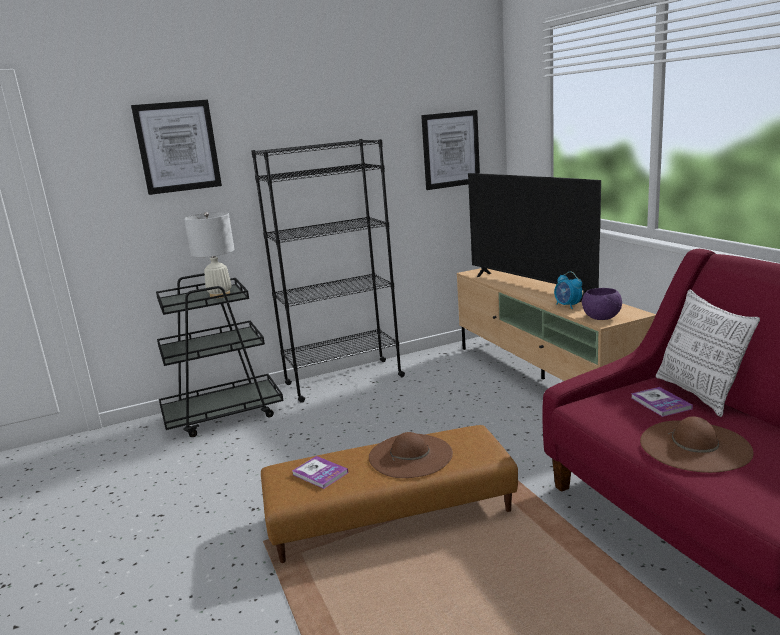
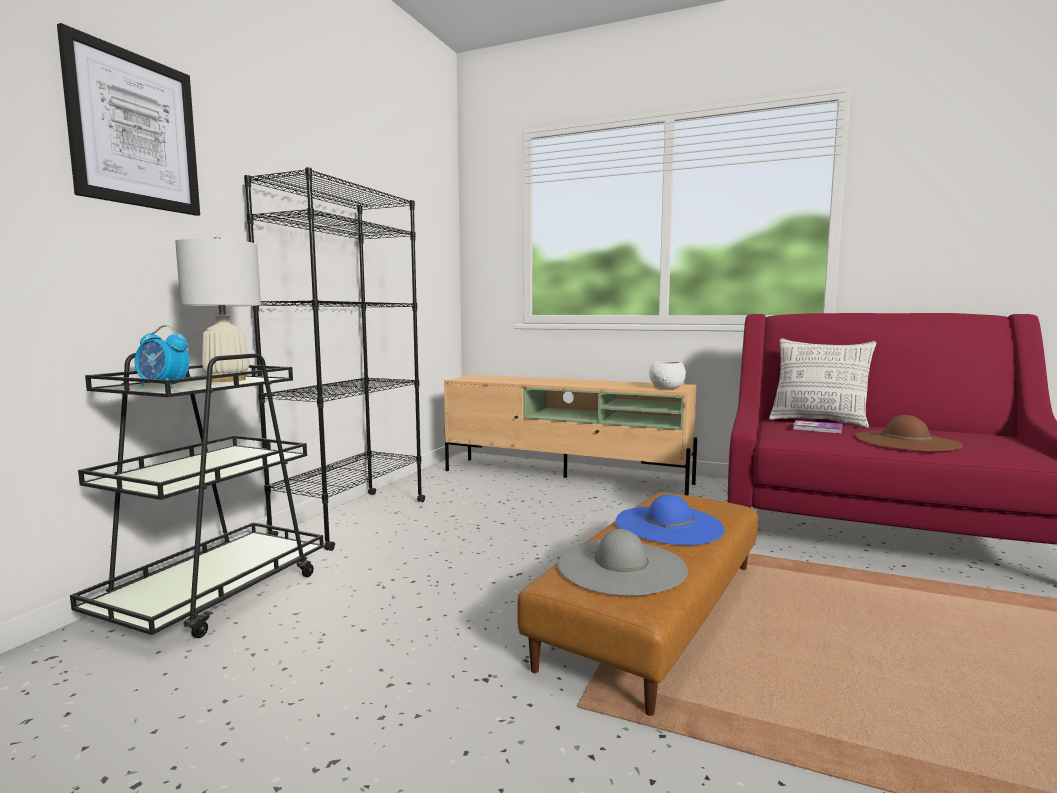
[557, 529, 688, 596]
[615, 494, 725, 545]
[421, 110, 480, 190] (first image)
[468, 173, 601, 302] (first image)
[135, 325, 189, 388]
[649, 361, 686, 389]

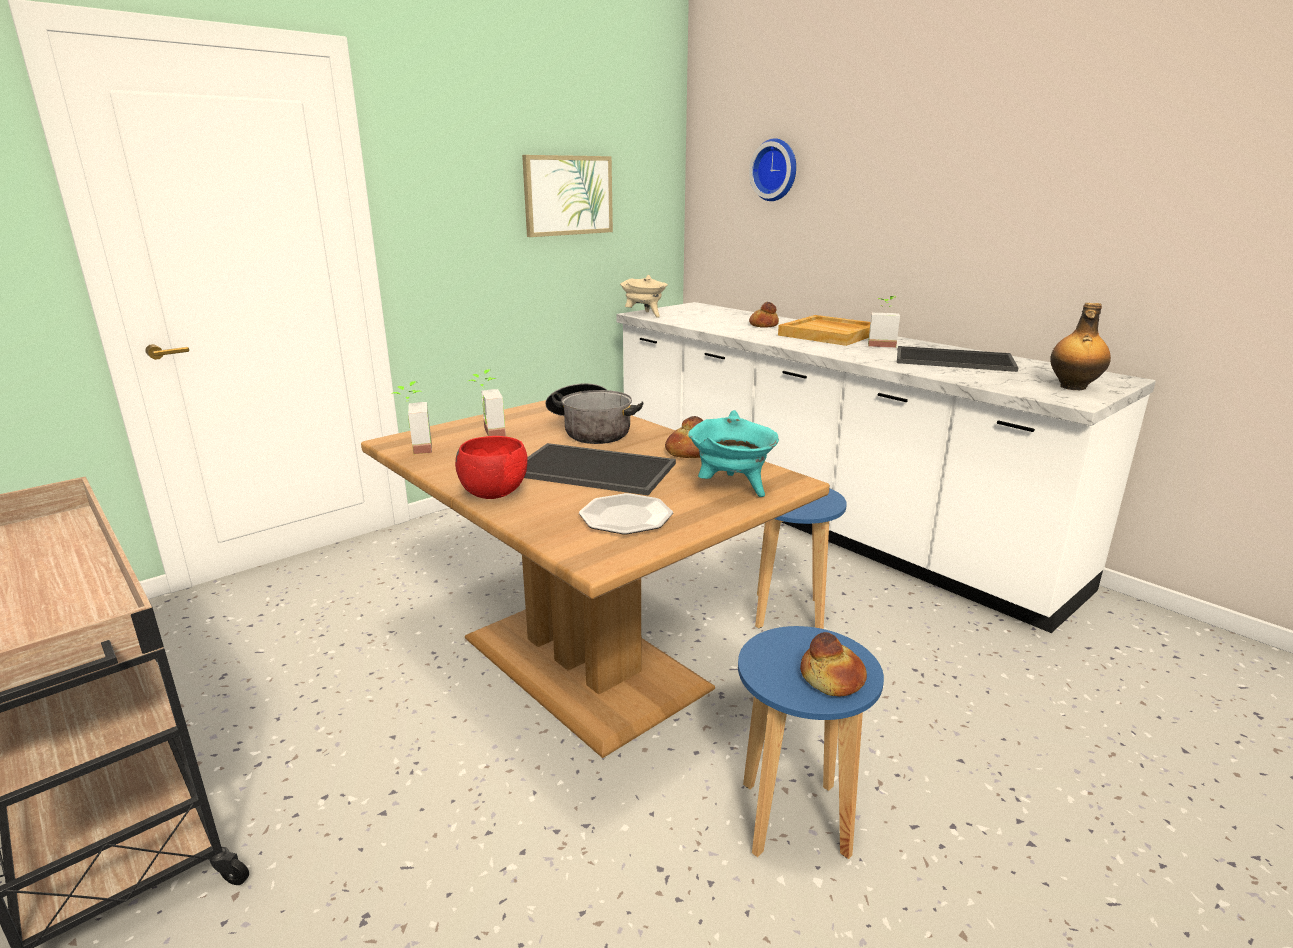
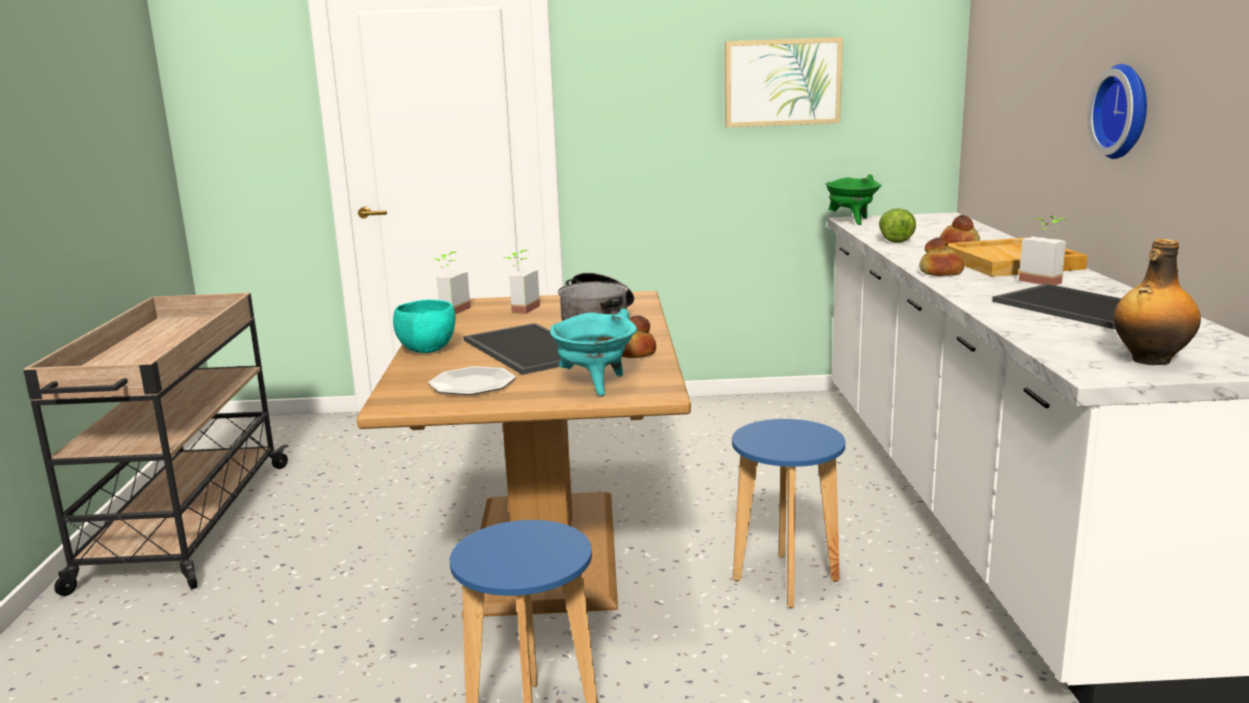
[393, 300, 456, 353]
[826, 174, 882, 225]
[1088, 64, 1147, 159]
[919, 238, 964, 276]
[879, 208, 916, 243]

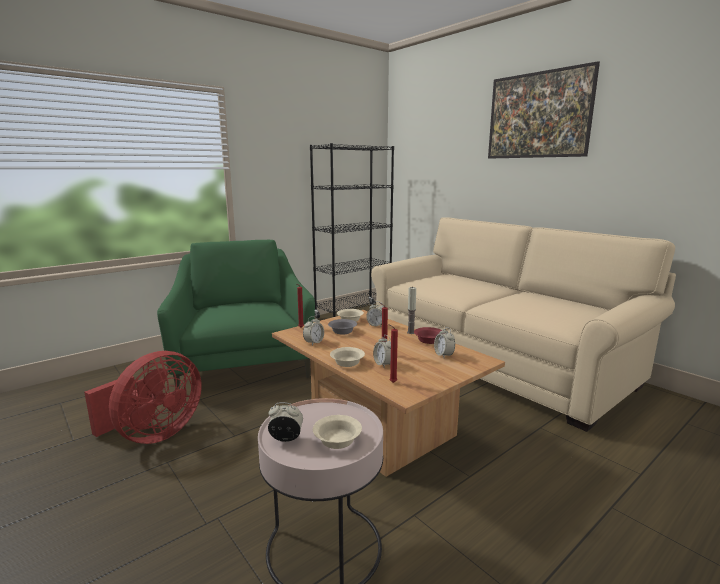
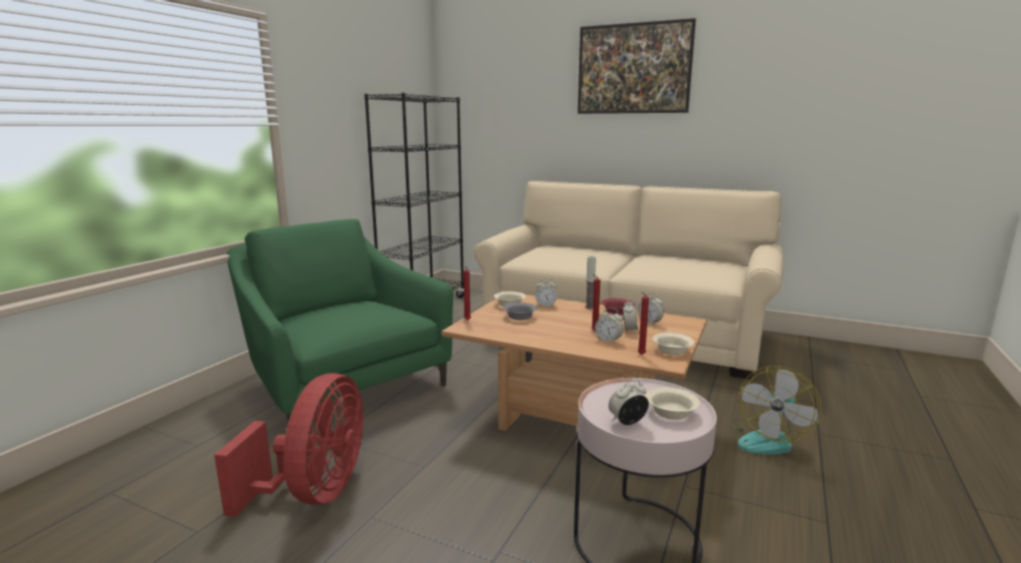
[623, 301, 638, 333]
[653, 333, 694, 355]
[729, 366, 822, 455]

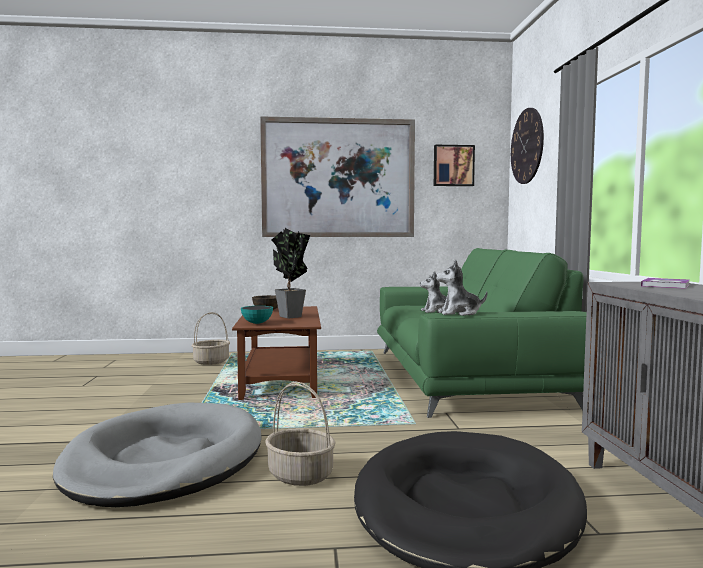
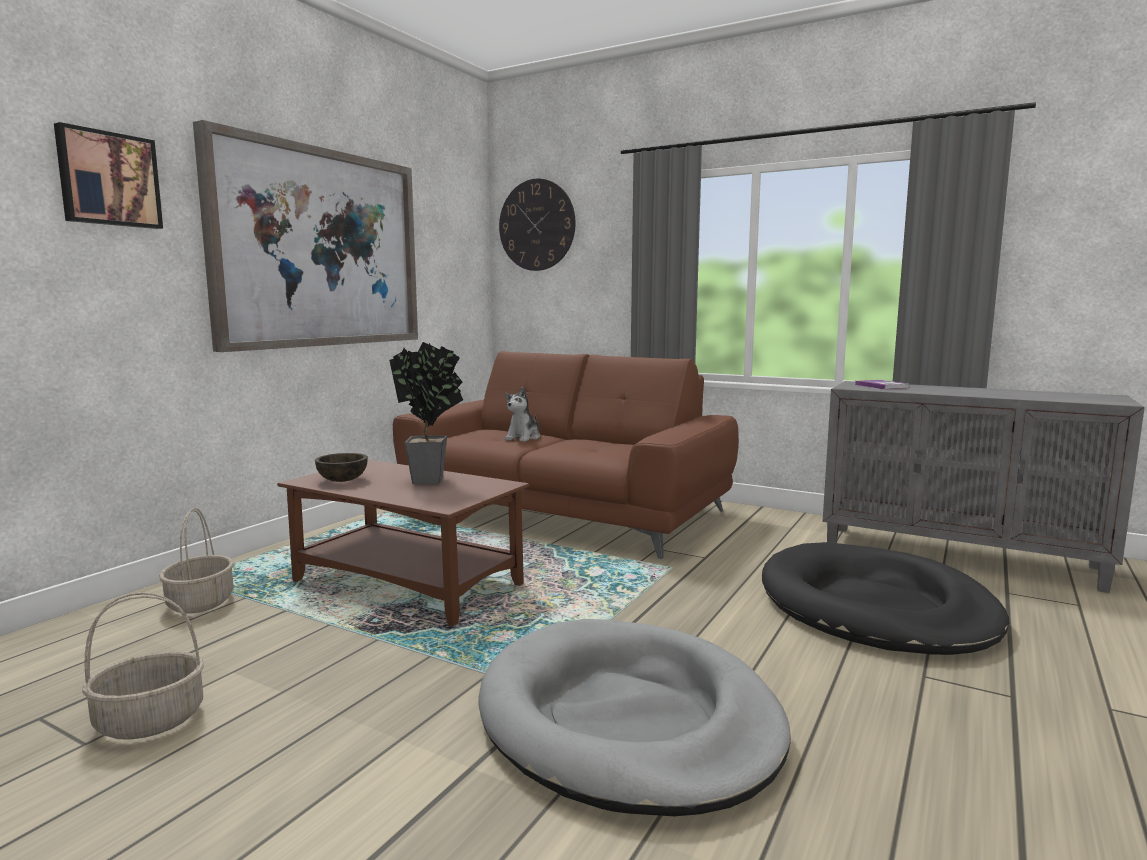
[241, 306, 273, 324] (first image)
[82, 592, 204, 740]
[393, 351, 739, 559]
[54, 122, 163, 229]
[436, 260, 487, 316] (first image)

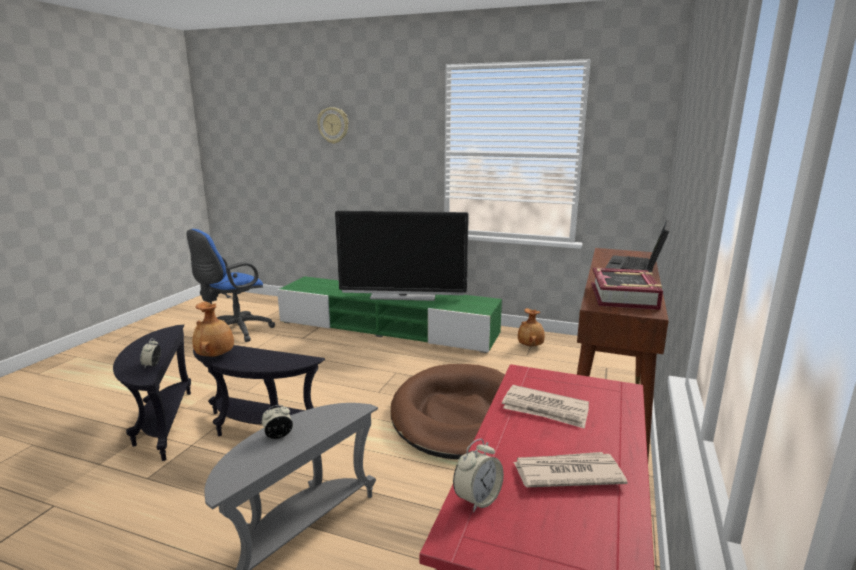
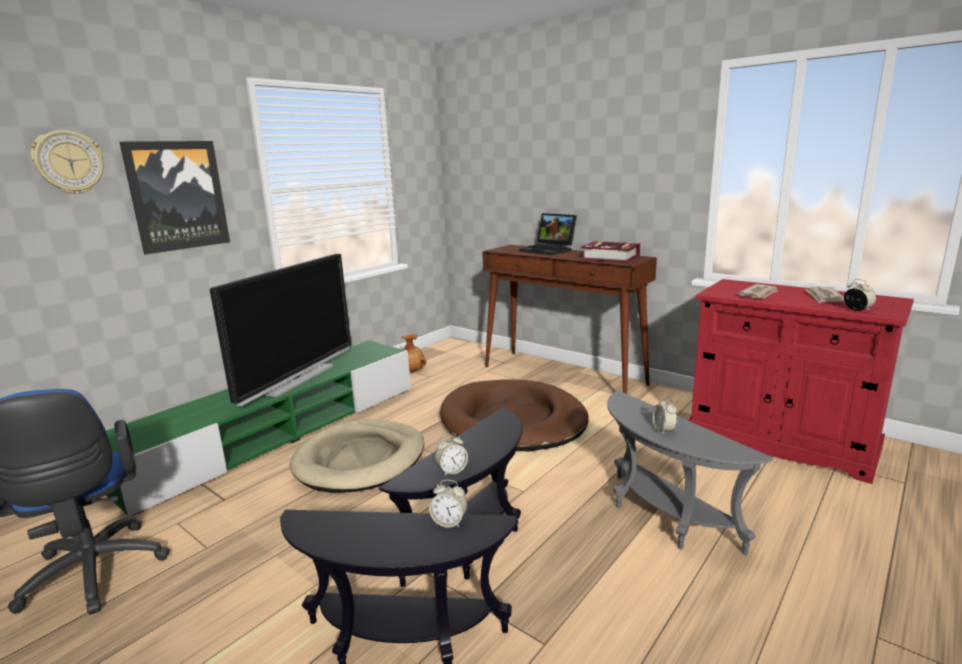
[435, 433, 468, 476]
[120, 141, 230, 255]
[290, 419, 424, 493]

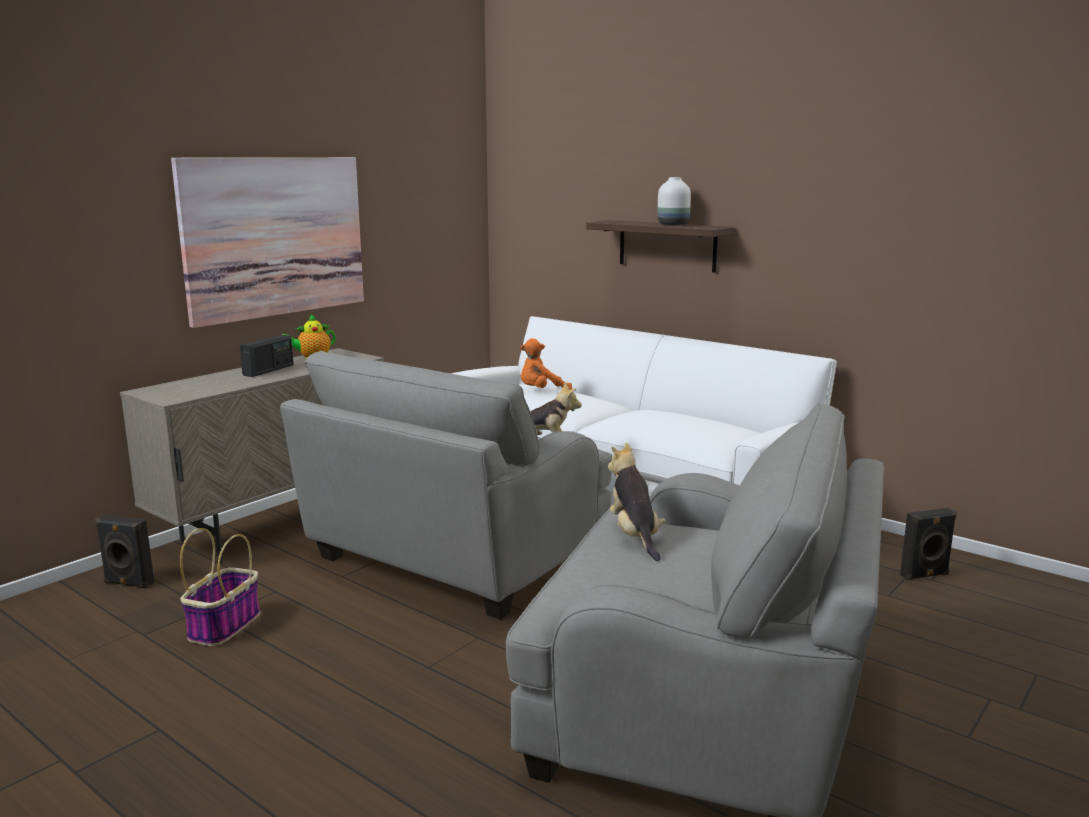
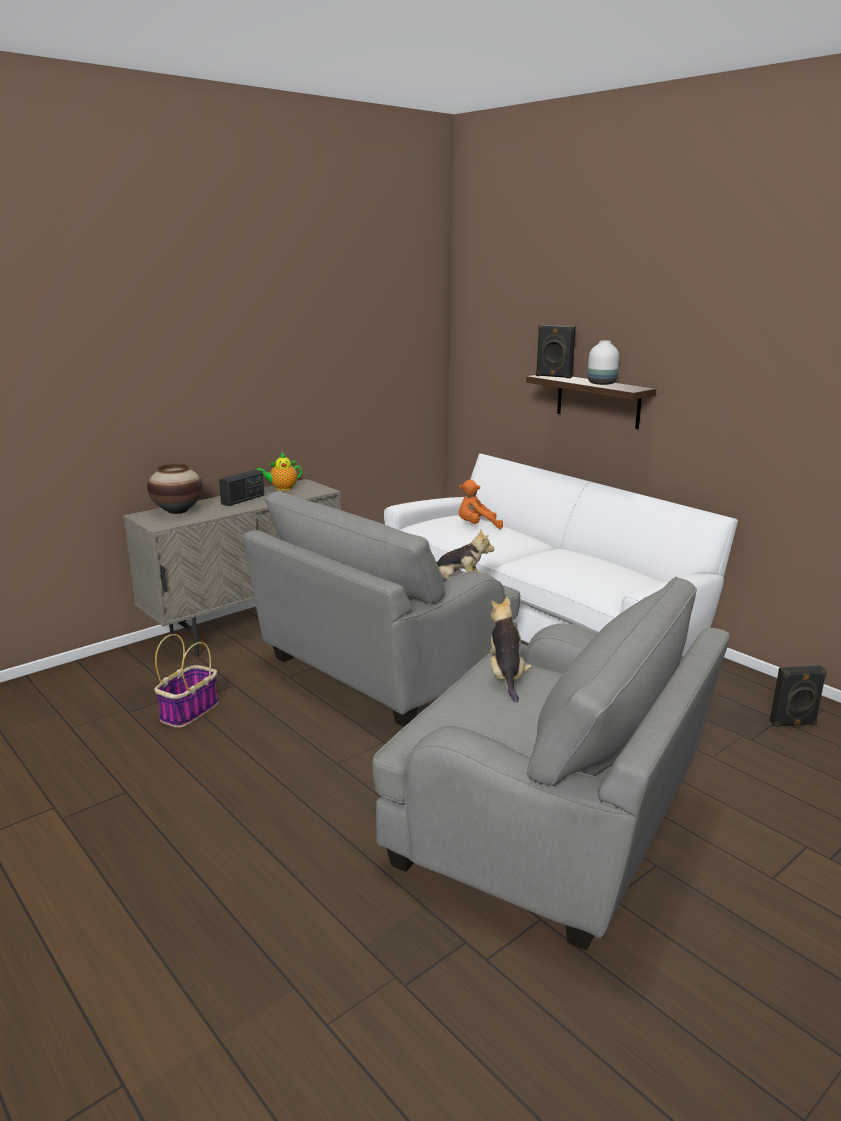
[536, 325, 576, 378]
[171, 157, 364, 328] (first image)
[147, 464, 203, 514]

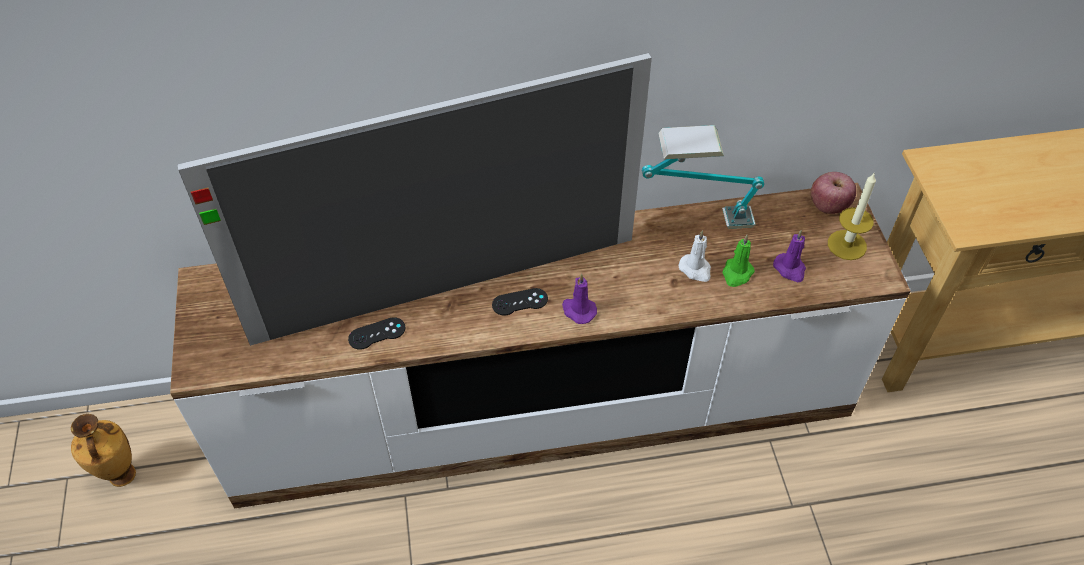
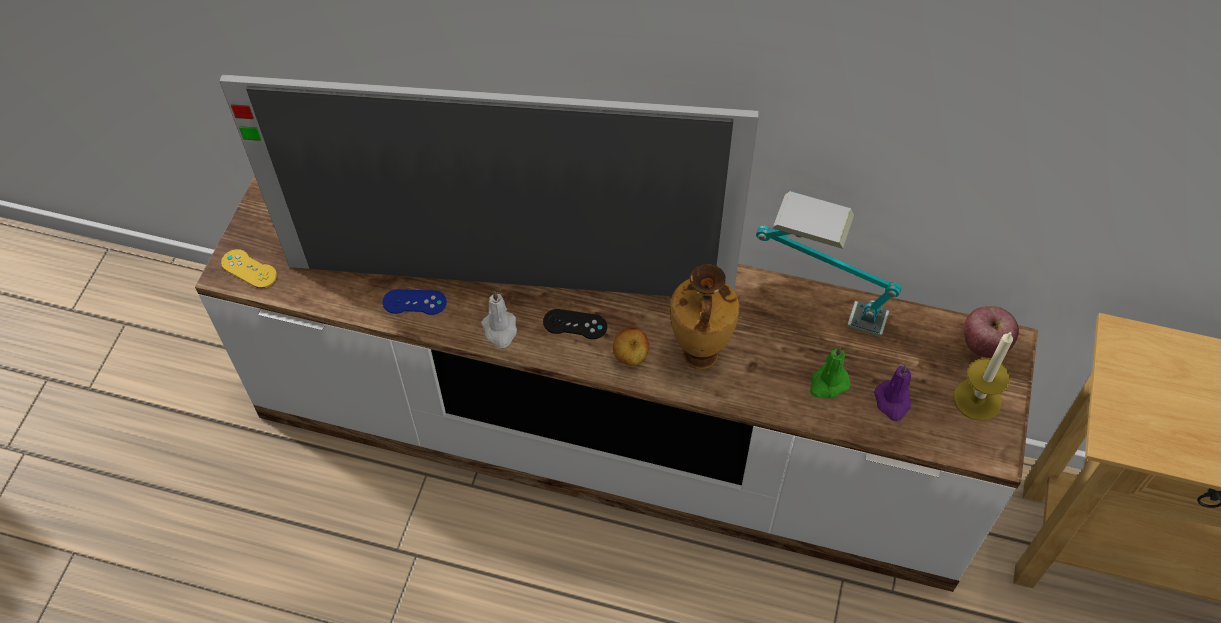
[670, 264, 739, 369]
[383, 289, 447, 315]
[613, 328, 650, 366]
[481, 291, 517, 348]
[221, 249, 277, 288]

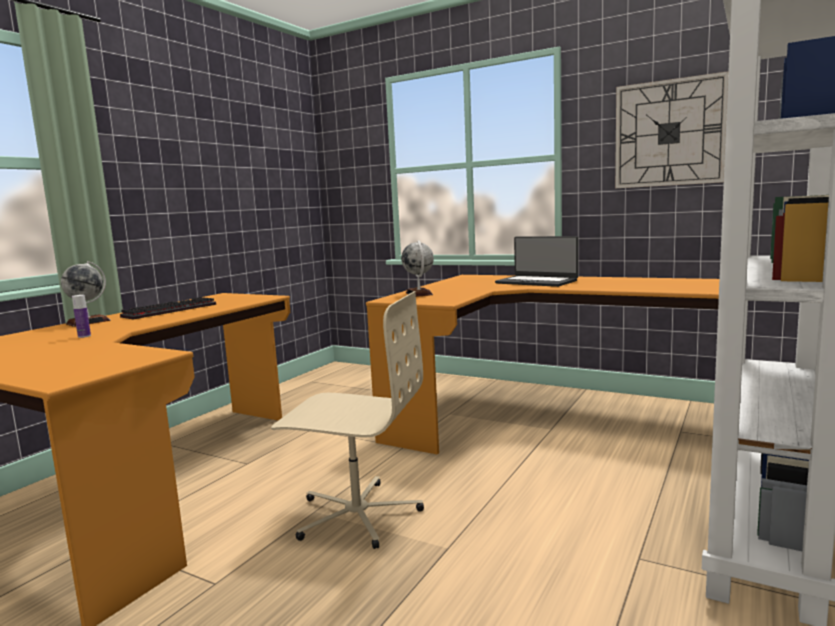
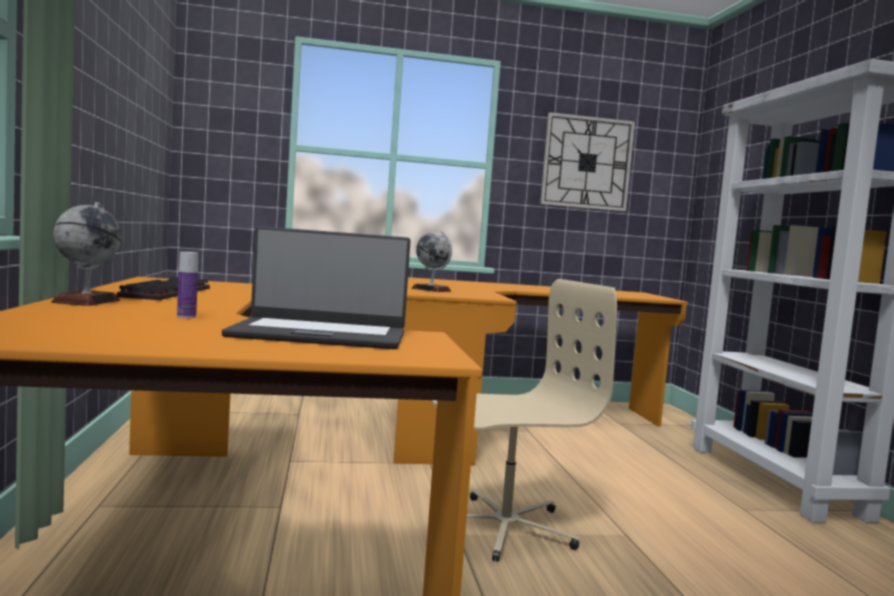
[222, 226, 411, 349]

